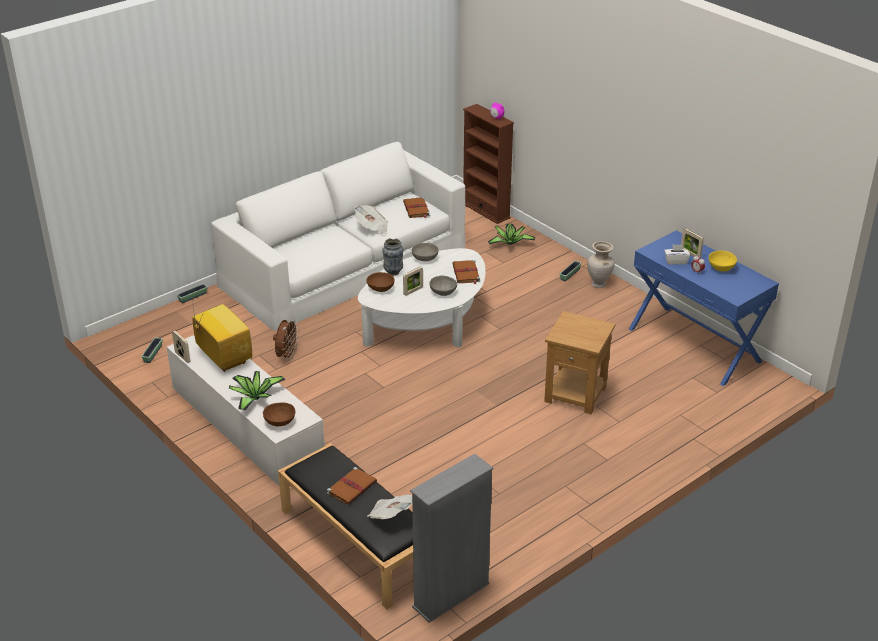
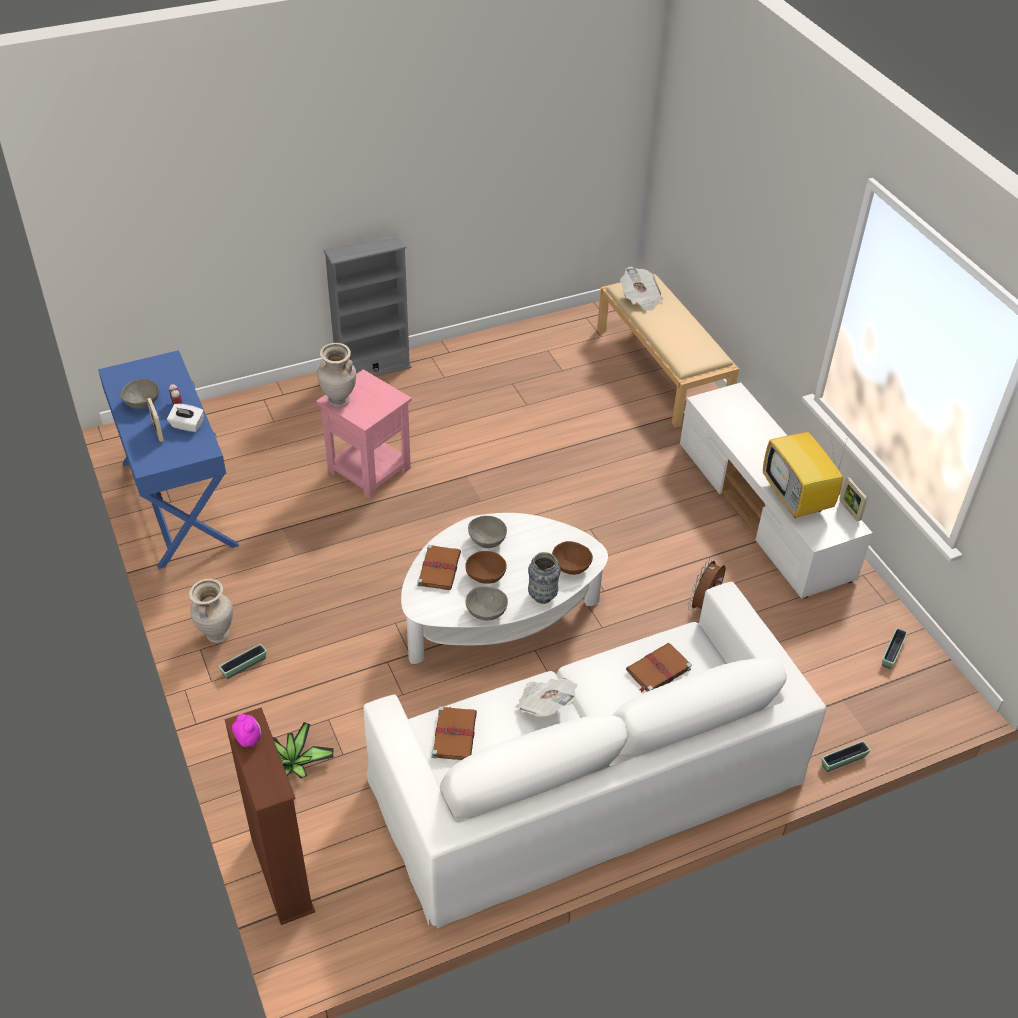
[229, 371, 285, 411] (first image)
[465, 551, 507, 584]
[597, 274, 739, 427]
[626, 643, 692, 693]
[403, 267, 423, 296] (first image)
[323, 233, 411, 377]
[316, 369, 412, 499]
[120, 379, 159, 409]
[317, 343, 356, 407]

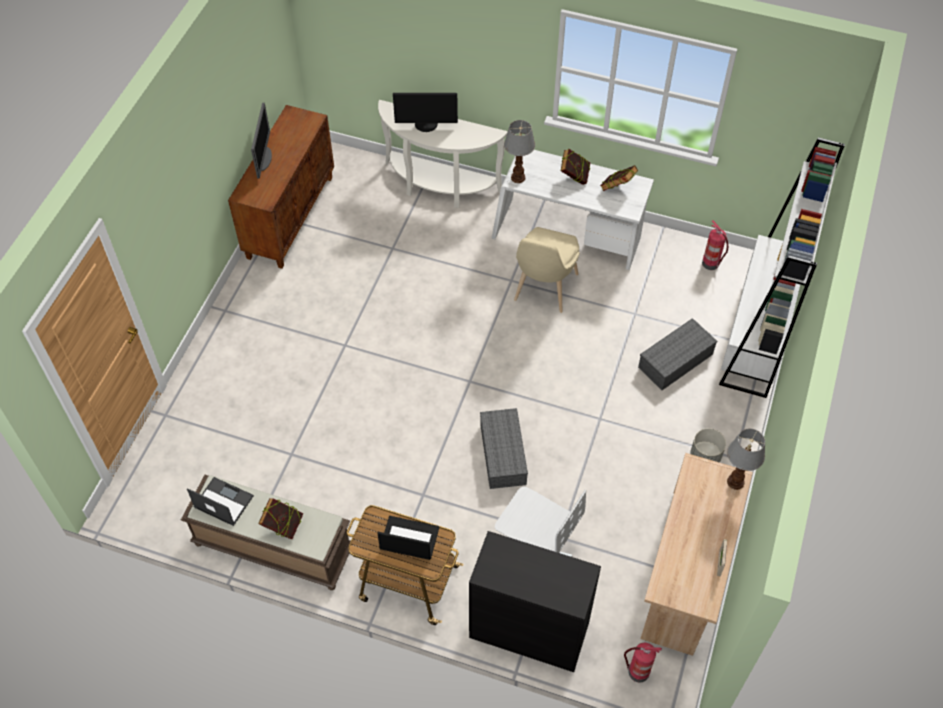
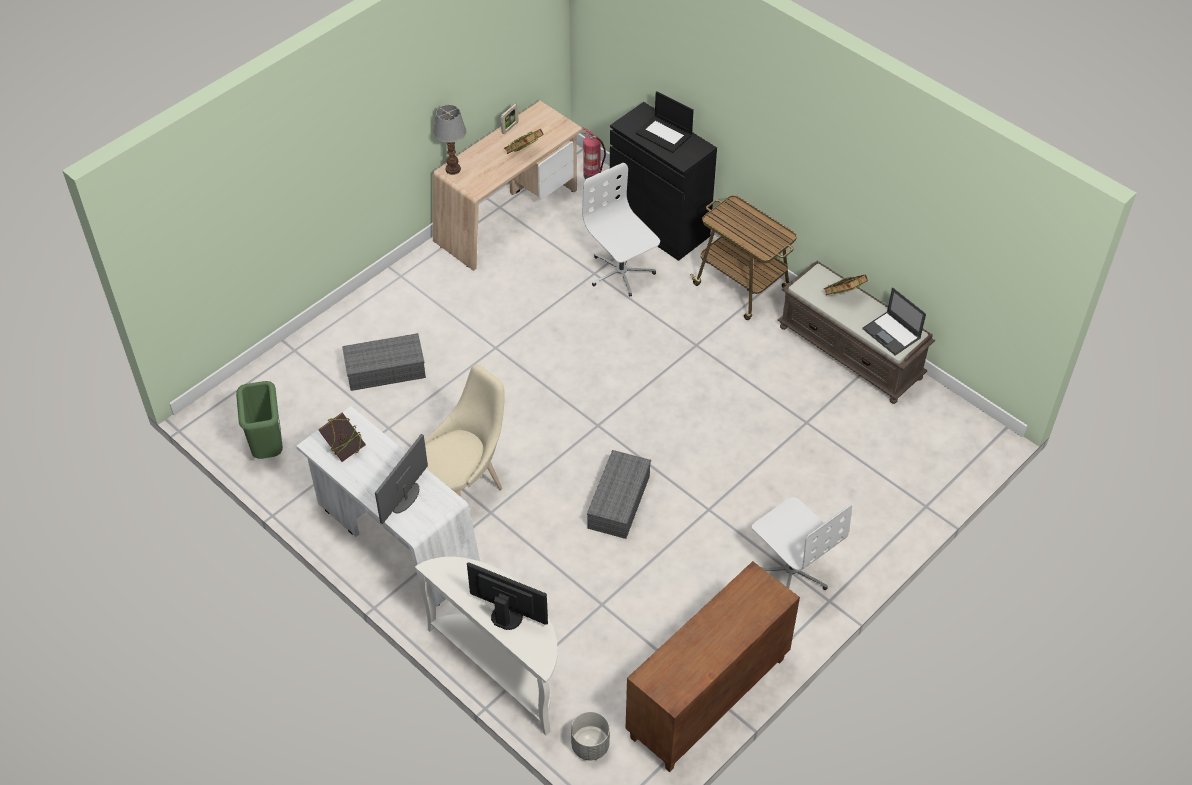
[375, 434, 428, 524]
[636, 91, 694, 153]
[587, 450, 651, 539]
[504, 120, 535, 183] (first image)
[505, 129, 544, 154]
[571, 711, 610, 760]
[236, 381, 283, 459]
[719, 137, 845, 398] (first image)
[752, 497, 852, 590]

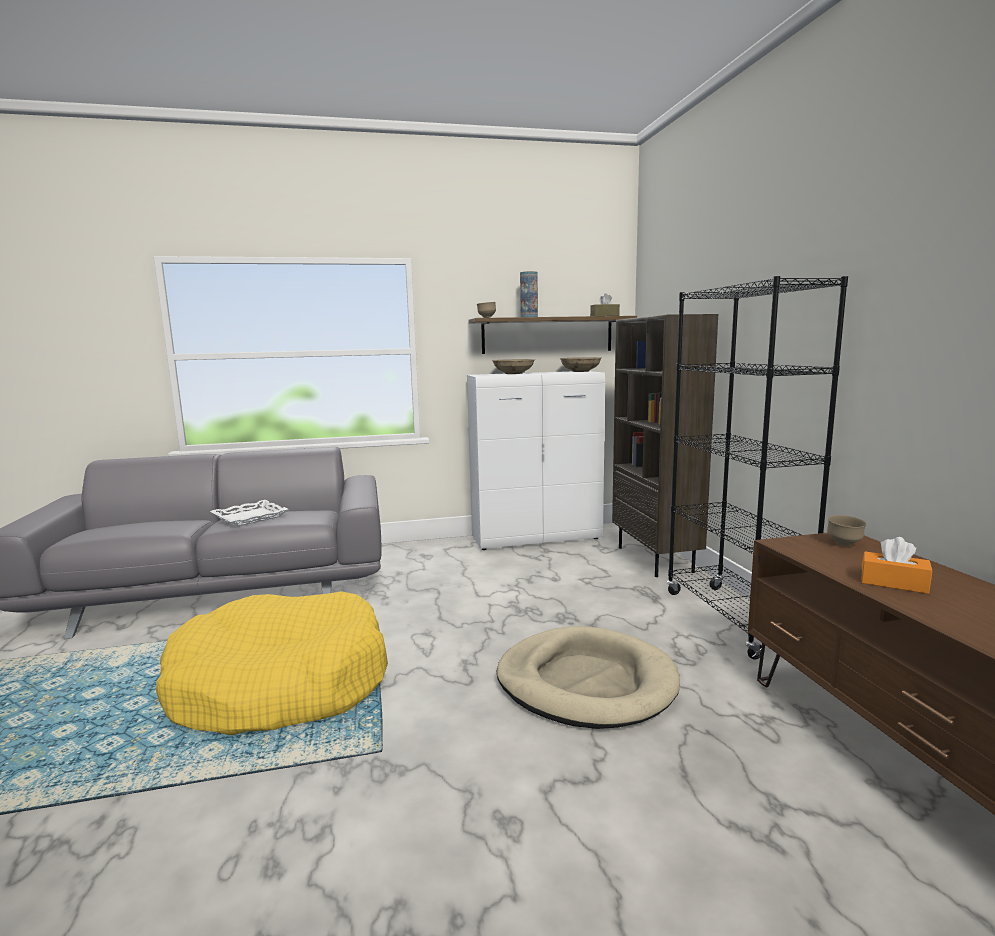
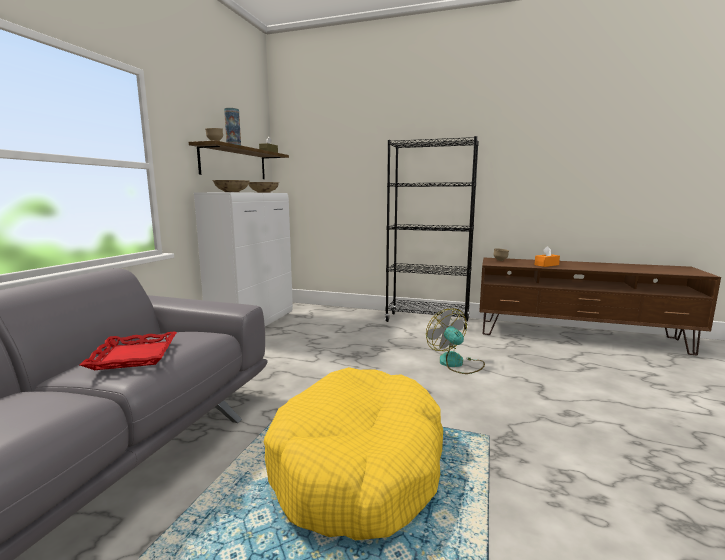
[80, 332, 177, 370]
[426, 309, 485, 374]
[612, 314, 718, 577] (first image)

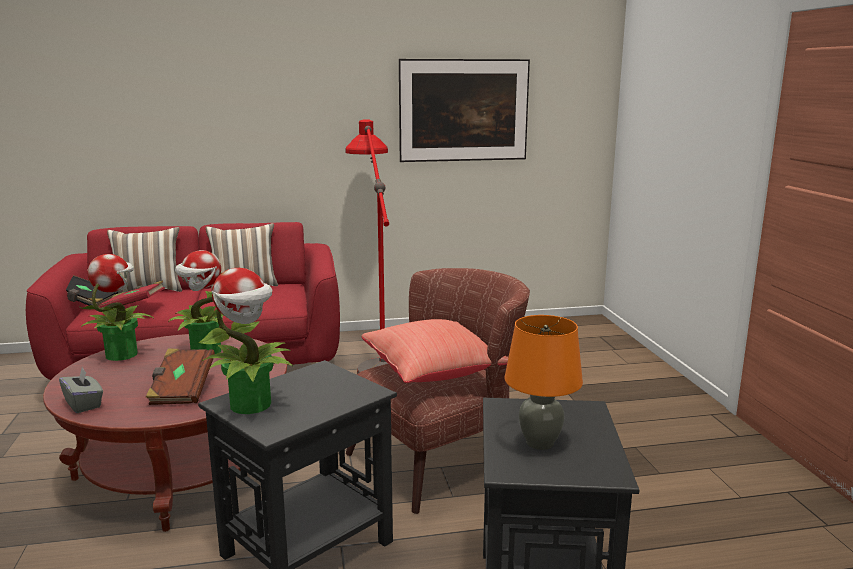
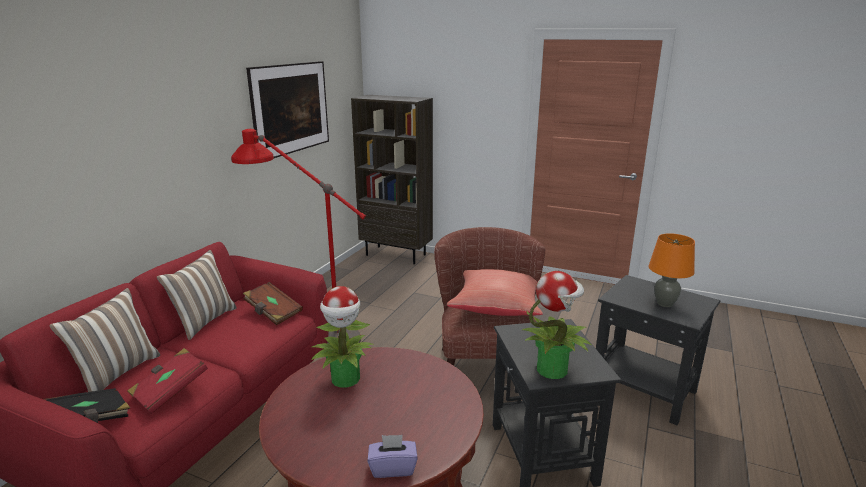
[368, 435, 418, 478]
[80, 254, 154, 361] (first image)
[243, 282, 303, 325]
[351, 95, 433, 264]

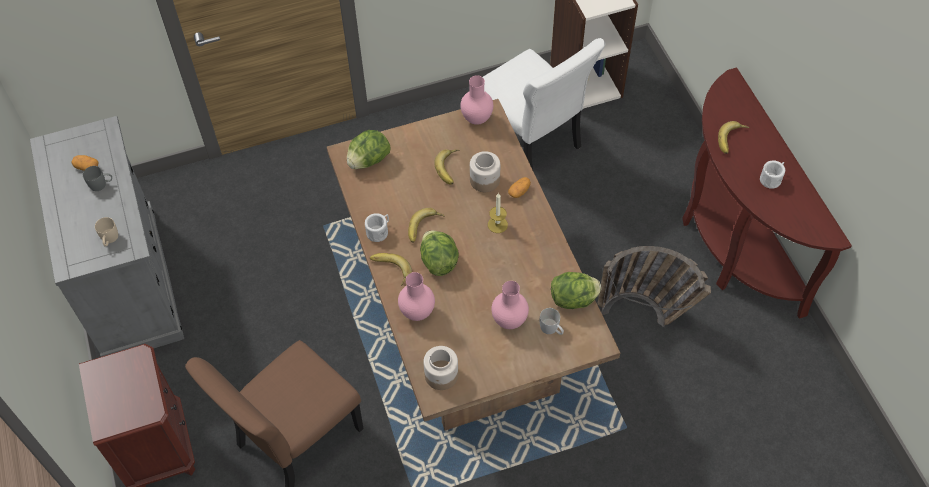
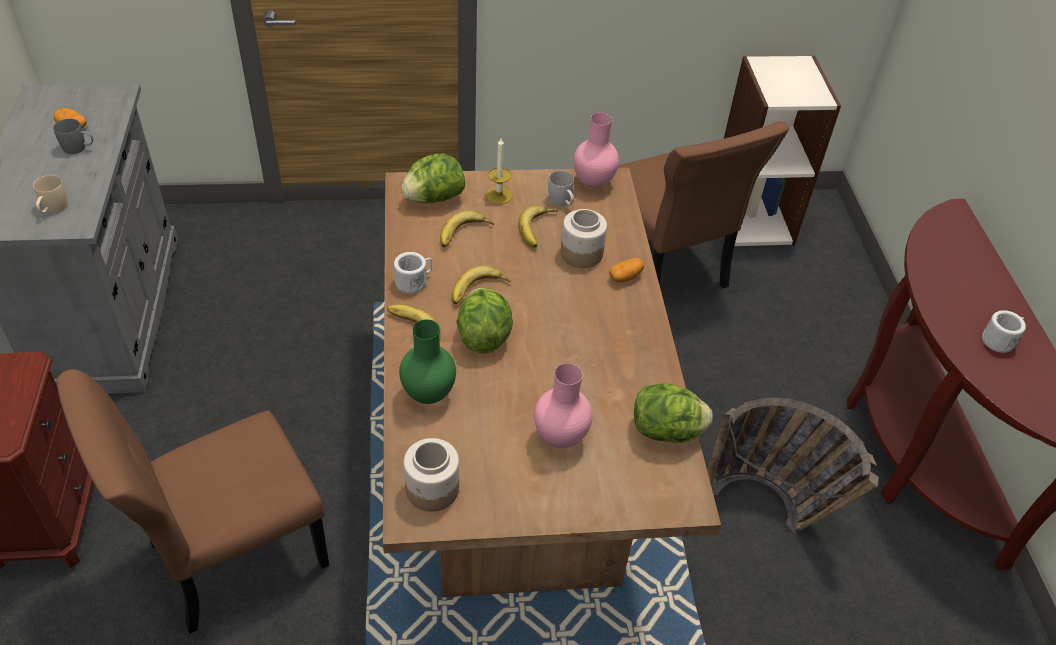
[399, 319, 456, 404]
[618, 121, 789, 289]
[486, 138, 512, 204]
[548, 171, 574, 206]
[440, 211, 494, 247]

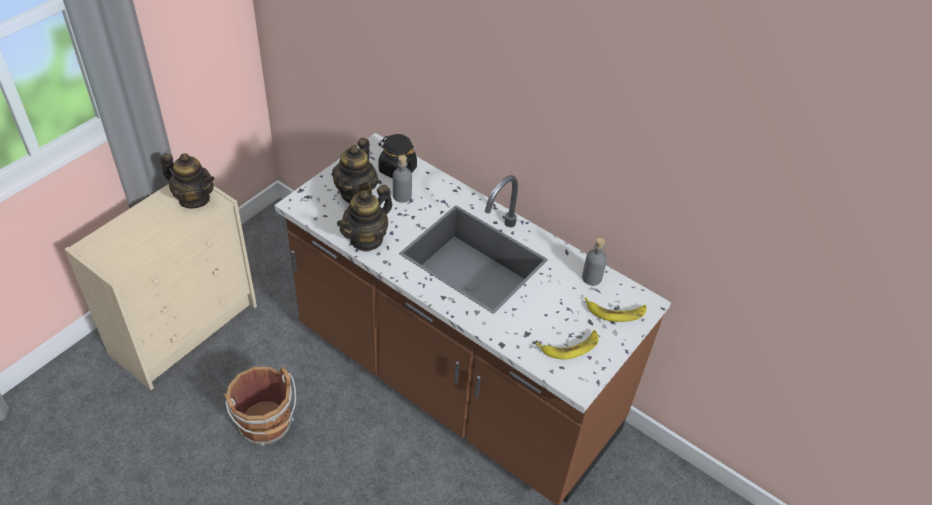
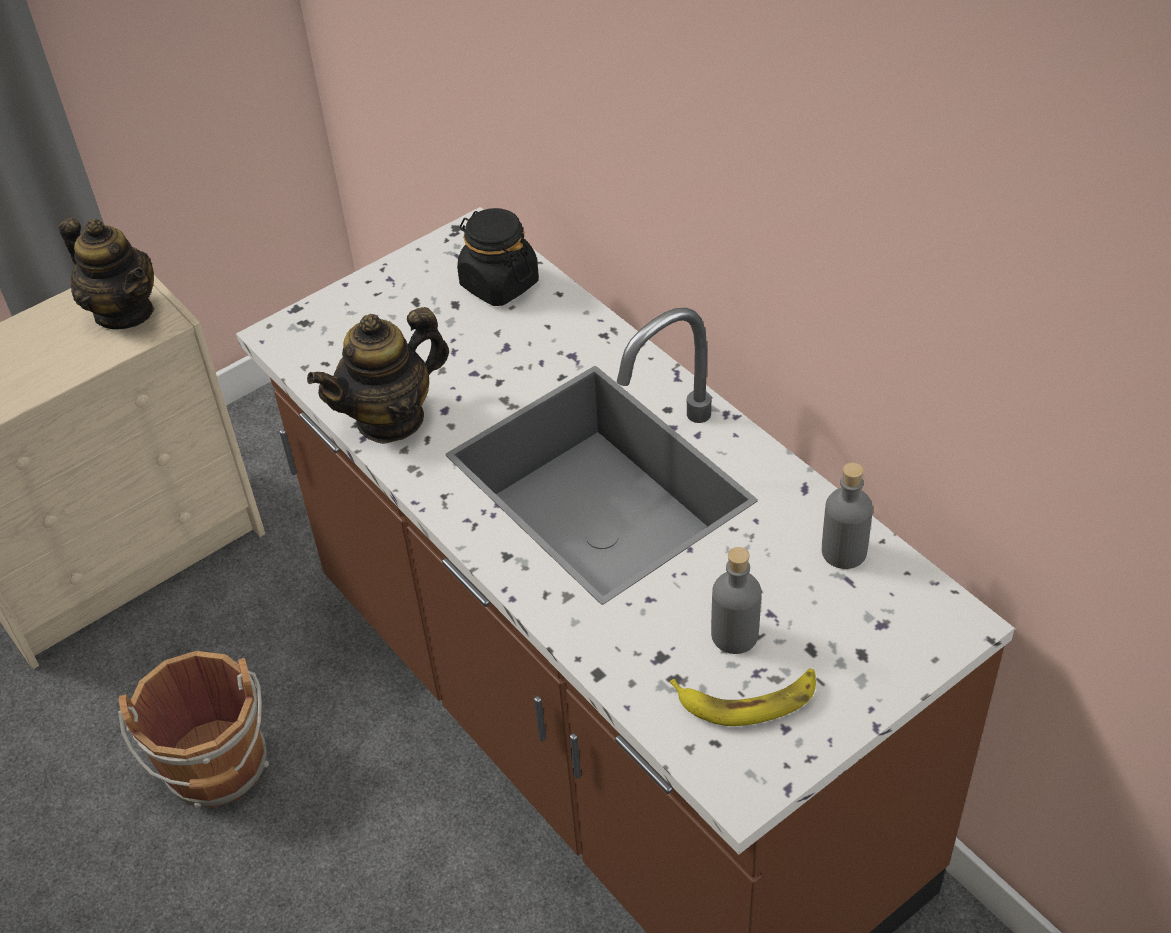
[332, 138, 379, 203] (first image)
[711, 547, 761, 654]
[584, 297, 647, 322] (first image)

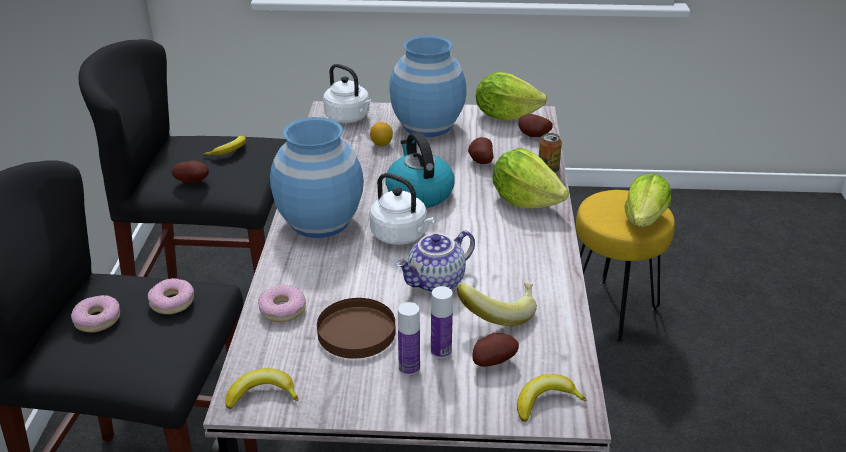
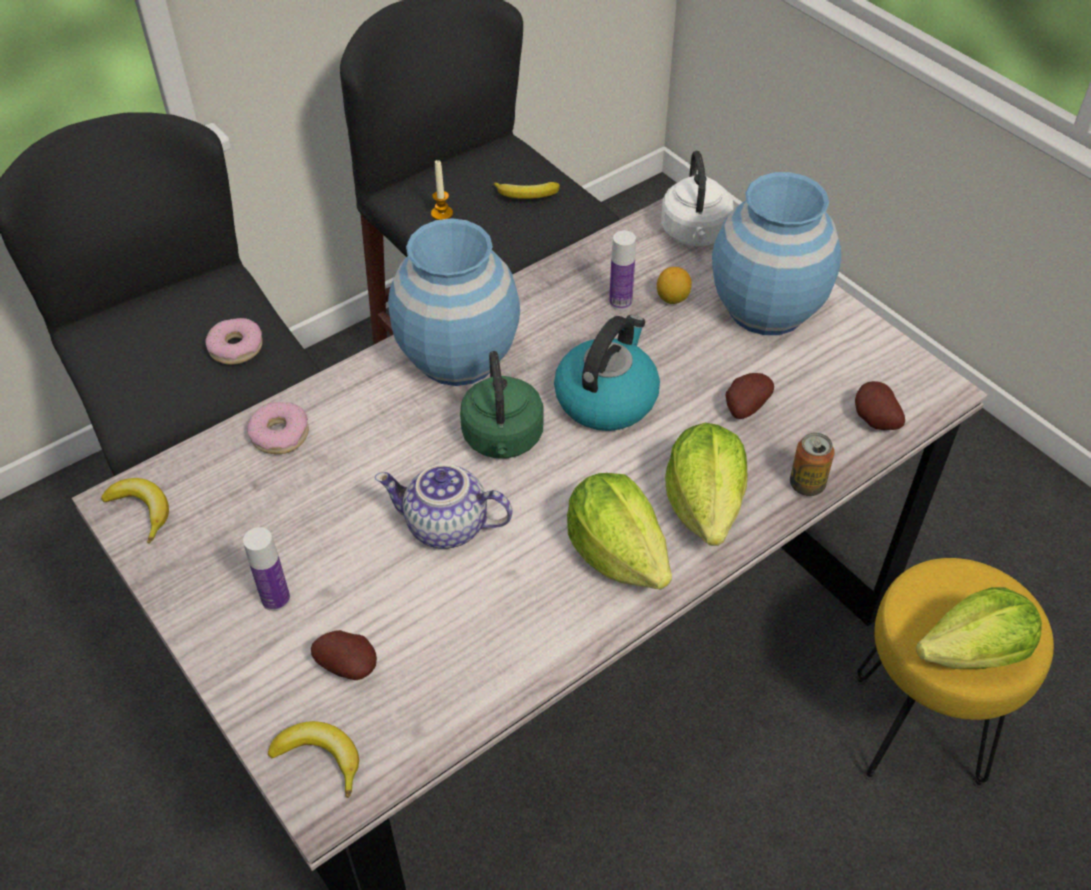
[71, 295, 120, 333] (first image)
[431, 160, 453, 220]
[317, 298, 395, 359] (first image)
[460, 351, 543, 458]
[609, 230, 636, 310]
[457, 282, 537, 326] (first image)
[567, 473, 672, 590]

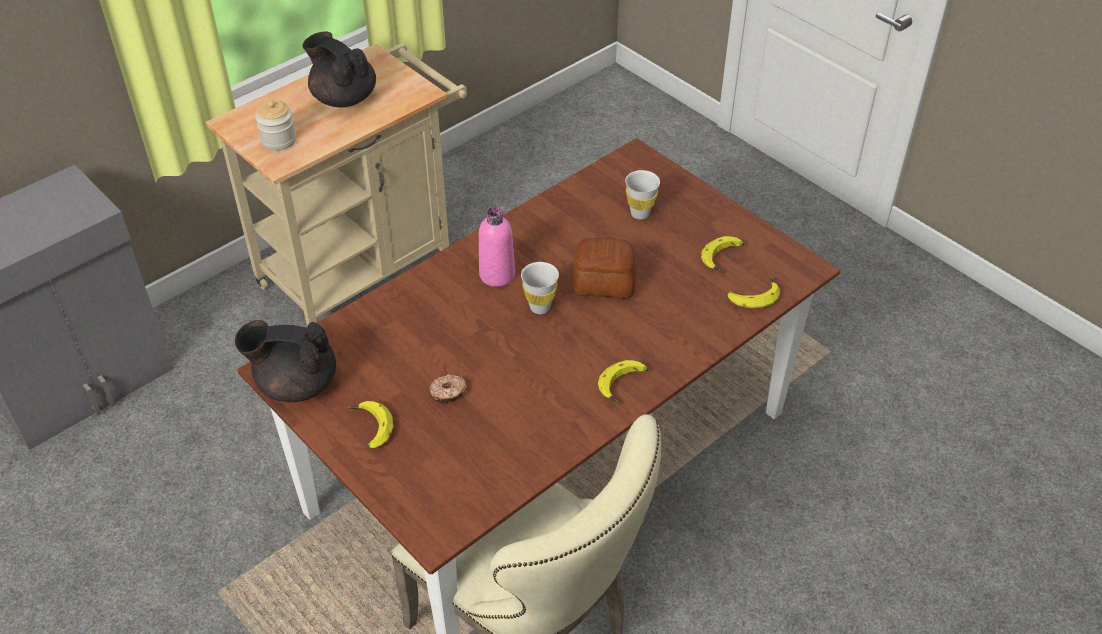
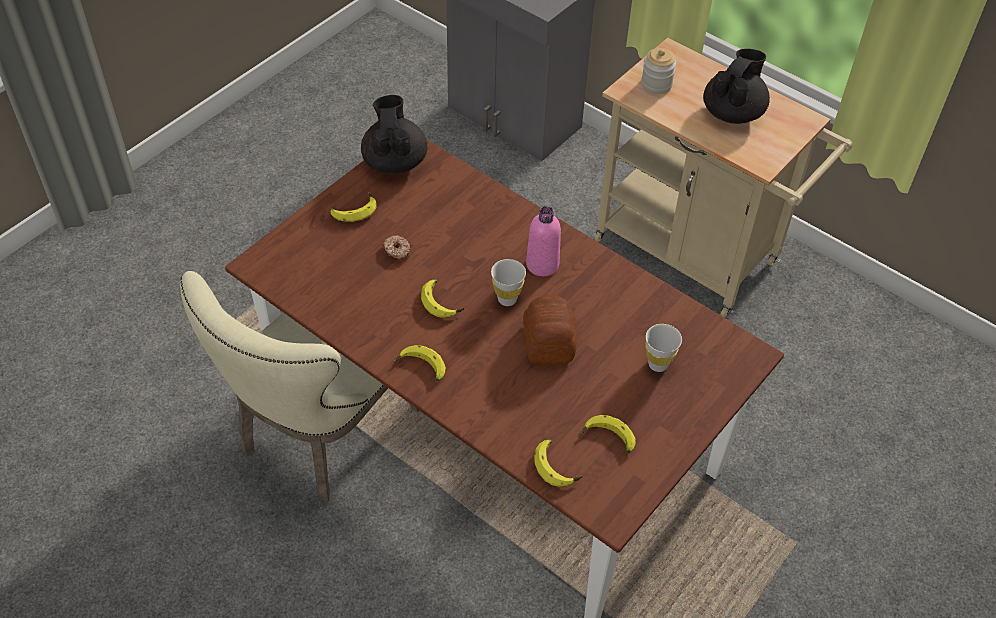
[421, 280, 464, 318]

